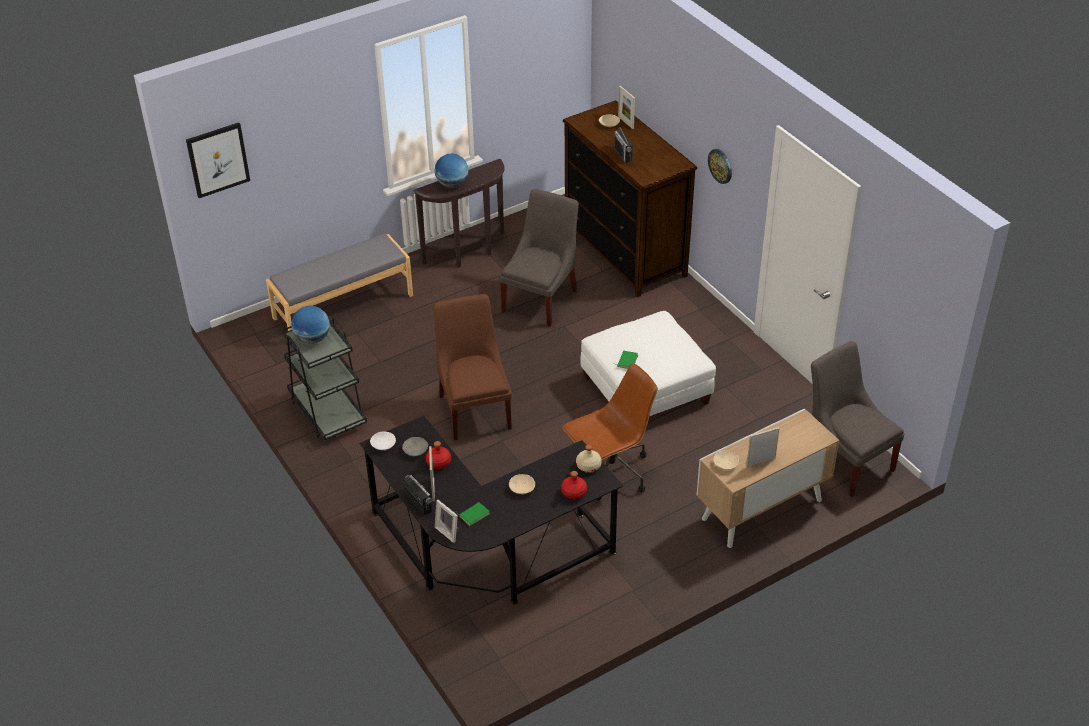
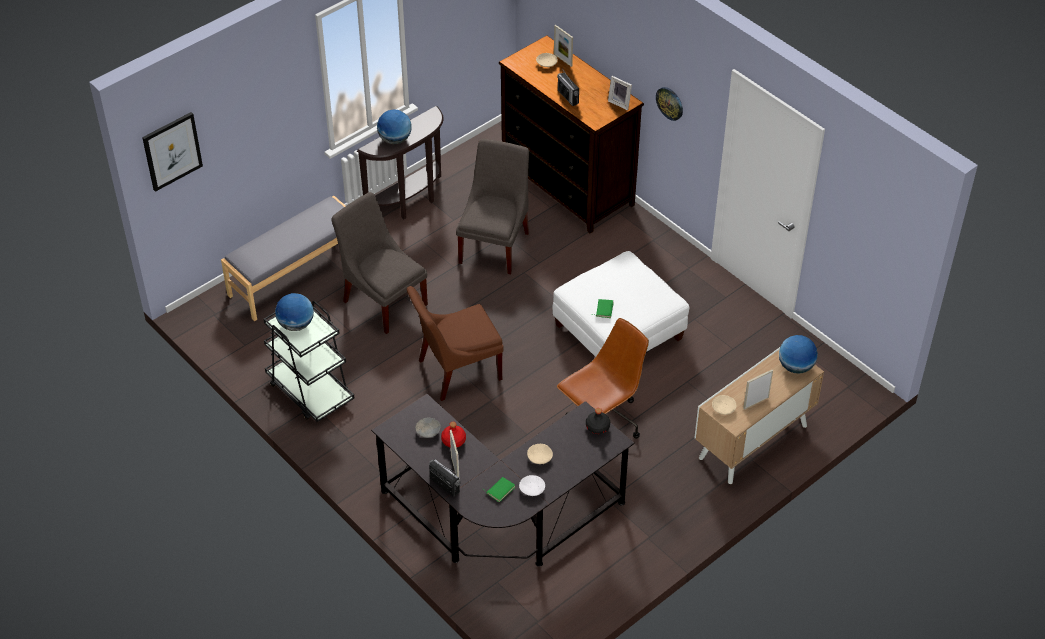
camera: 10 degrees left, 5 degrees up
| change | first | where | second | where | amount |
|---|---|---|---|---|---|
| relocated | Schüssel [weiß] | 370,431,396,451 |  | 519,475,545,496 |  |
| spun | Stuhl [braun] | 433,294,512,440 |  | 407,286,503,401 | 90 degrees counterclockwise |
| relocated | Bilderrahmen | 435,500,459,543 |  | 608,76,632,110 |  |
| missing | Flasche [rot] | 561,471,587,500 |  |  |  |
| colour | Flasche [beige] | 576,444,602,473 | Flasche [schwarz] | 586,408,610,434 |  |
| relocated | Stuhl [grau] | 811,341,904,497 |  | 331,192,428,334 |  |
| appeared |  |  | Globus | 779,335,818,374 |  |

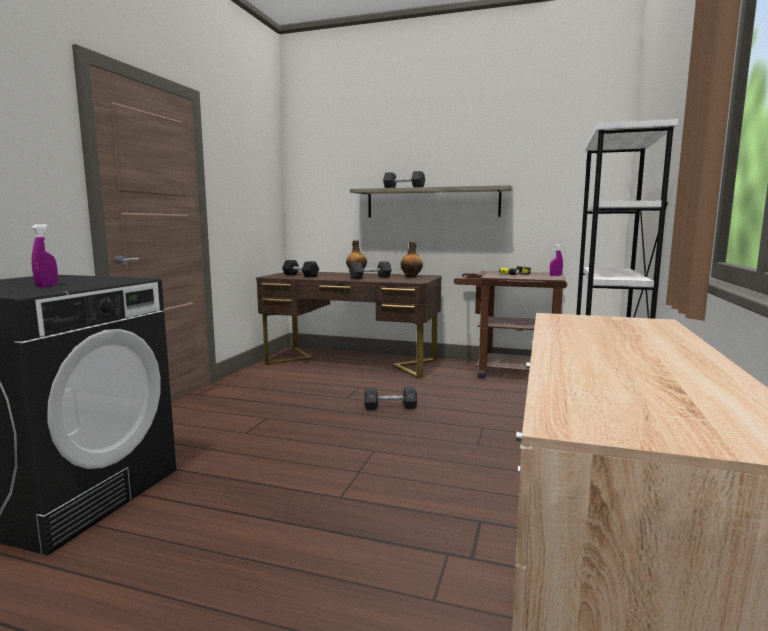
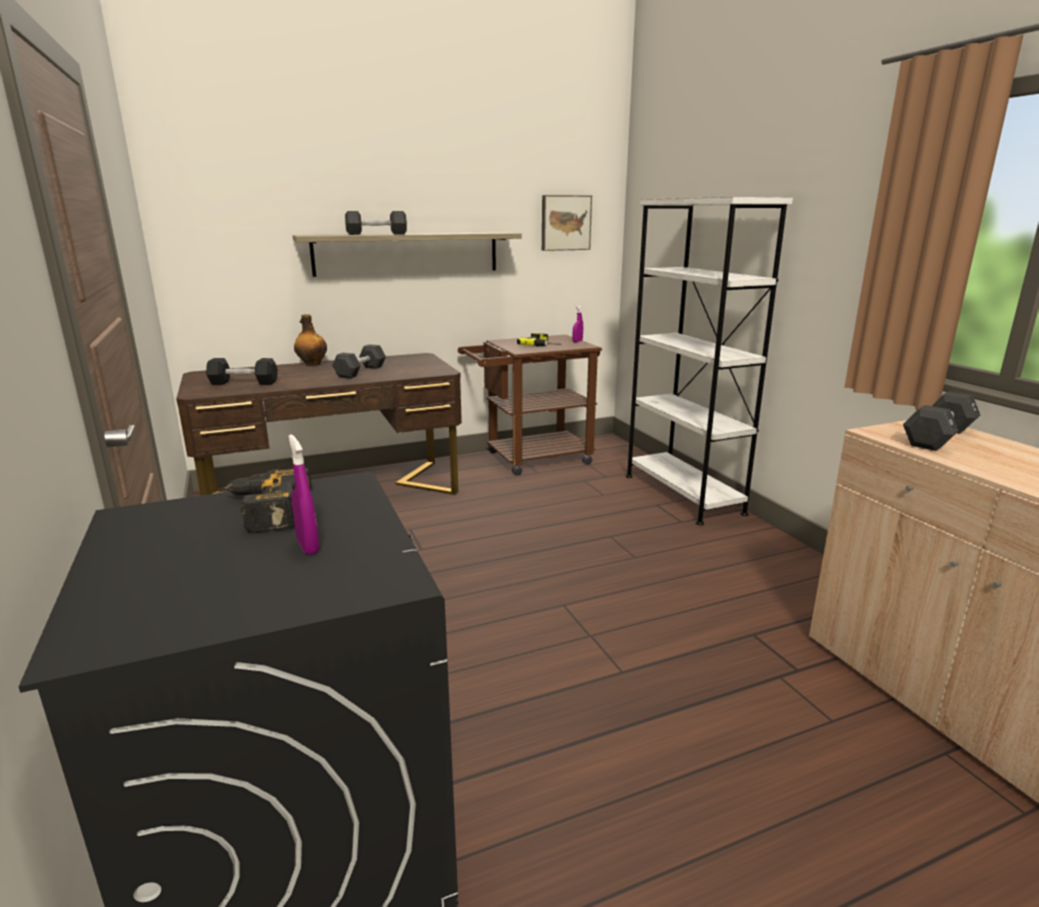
camera: 40 degrees left, 10 degrees up
| change | first | where | second | where | amount |
|---|---|---|---|---|---|
| relocated | Hantel [schwarz] | 364,387,417,410 |  | 903,391,980,451 |  |
| missing | Flasche | 400,241,423,278 |  |  |  |
| appeared |  |  | Bohrmaschine | 222,468,311,533 |  |
| appeared |  |  | Bild | 542,195,592,251 |  |

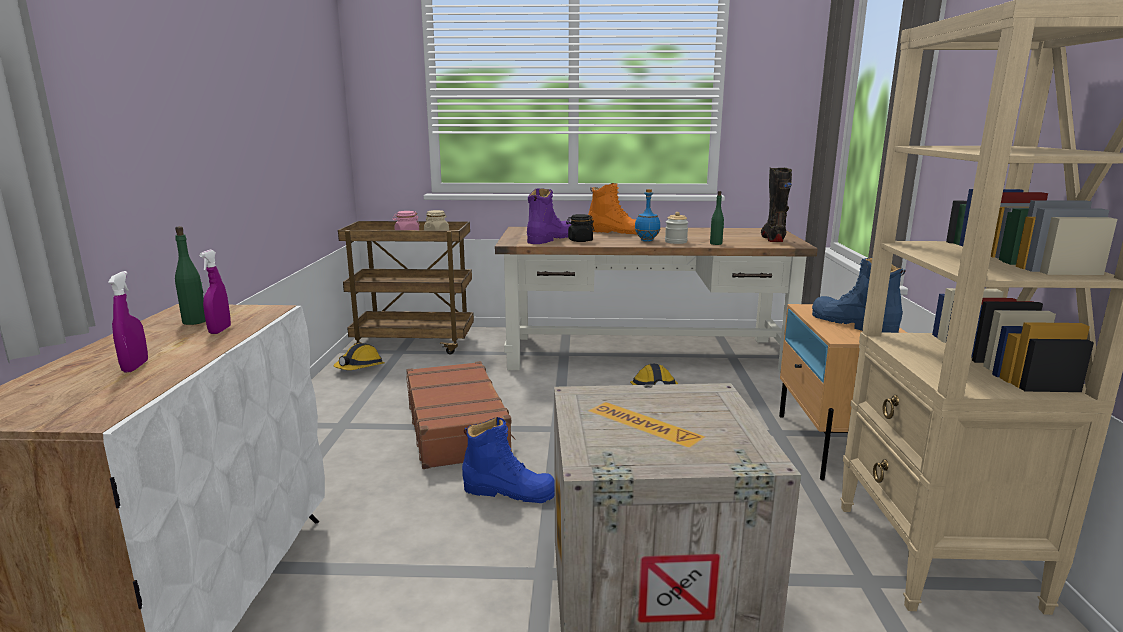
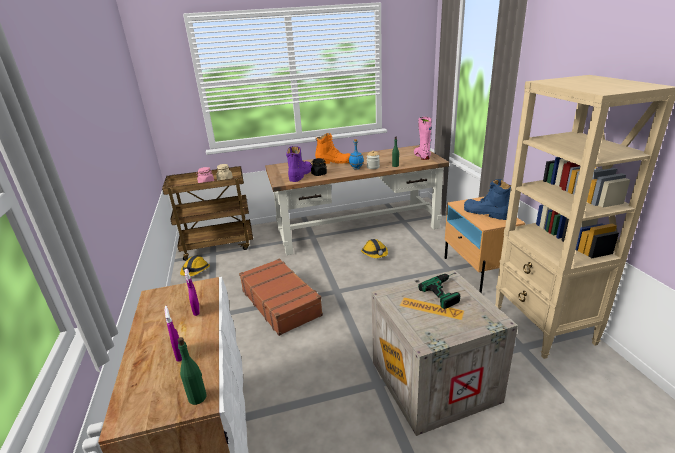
camera: 15 degrees left, 10 degrees up
| change | first | where | second | where | amount |
|---|---|---|---|---|---|
| relocated | Flasche [grün] | 175,226,206,325 |  | 177,337,207,405 |  |
| missing | Stiefel [blau] | 462,417,555,503 |  |  |  |
| colour | Stiefel [schwarz] | 761,168,792,242 | Stiefel [rosa] | 414,117,432,160 |  |
| appeared |  |  | Bohrmaschine | 418,273,460,309 |  |

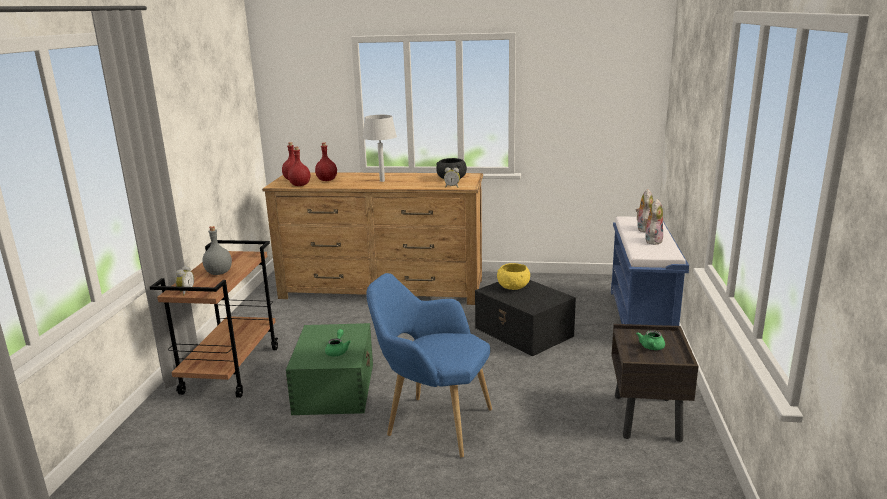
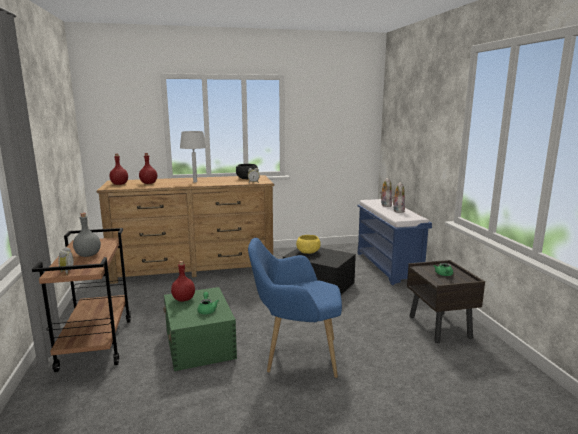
camera: 20 degrees left, 5 degrees down
| change | first | where | second | where | amount |
|---|---|---|---|---|---|
| relocated | Flasche [rot] | 288,147,310,186 |  | 171,261,195,302 |  |

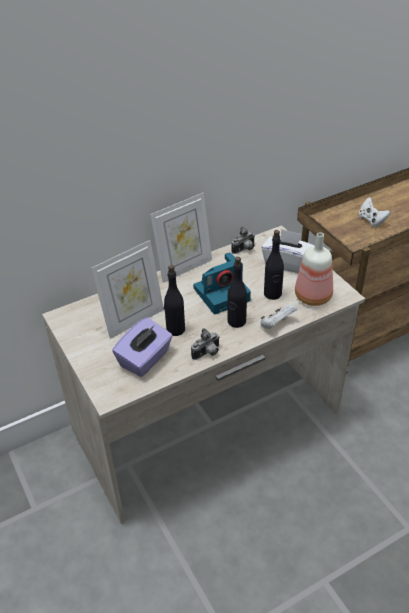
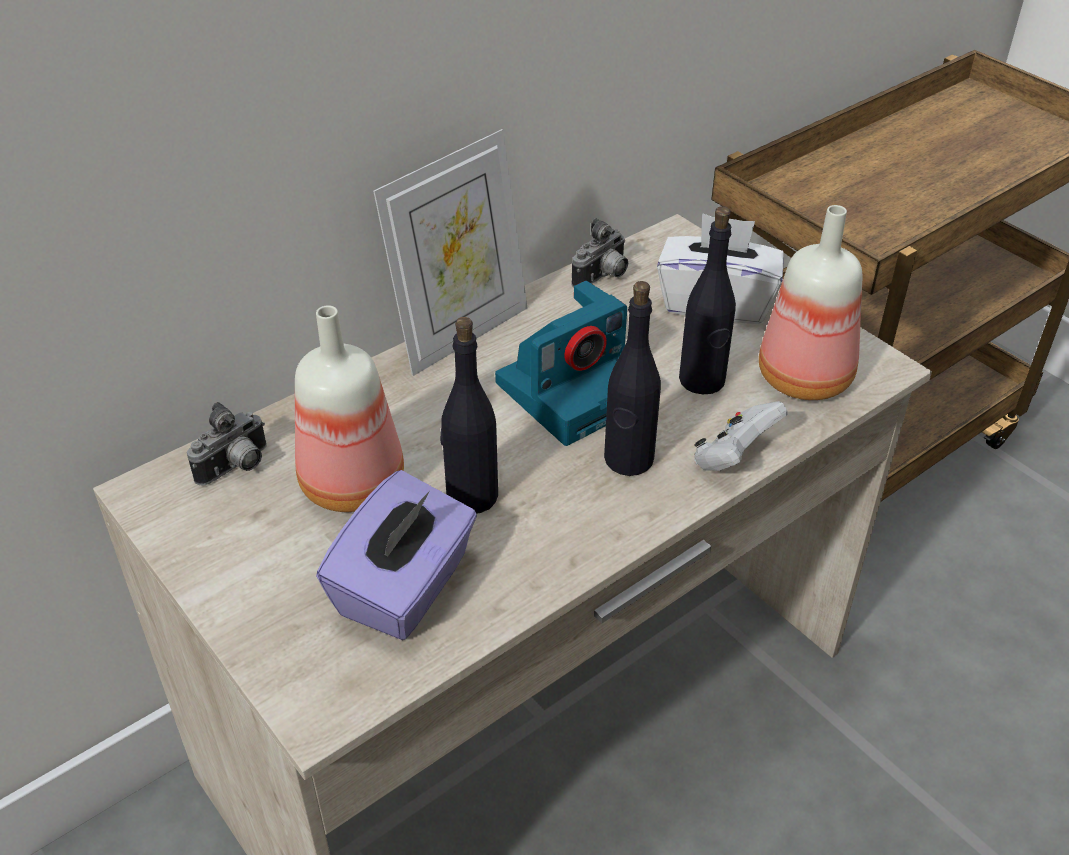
camera: 10 degrees left, 0 degrees up
| change | first | where | second | where | amount |
|---|---|---|---|---|---|
| exchanged | Bilderrahmen | 91,240,164,339 | Flasche | 295,305,404,512 |  |
| relocated | Kamera | 191,328,220,360 |  | 187,402,267,485 |  |
| missing | Gamepad [weiß] | 358,197,391,227 |  |  |  |

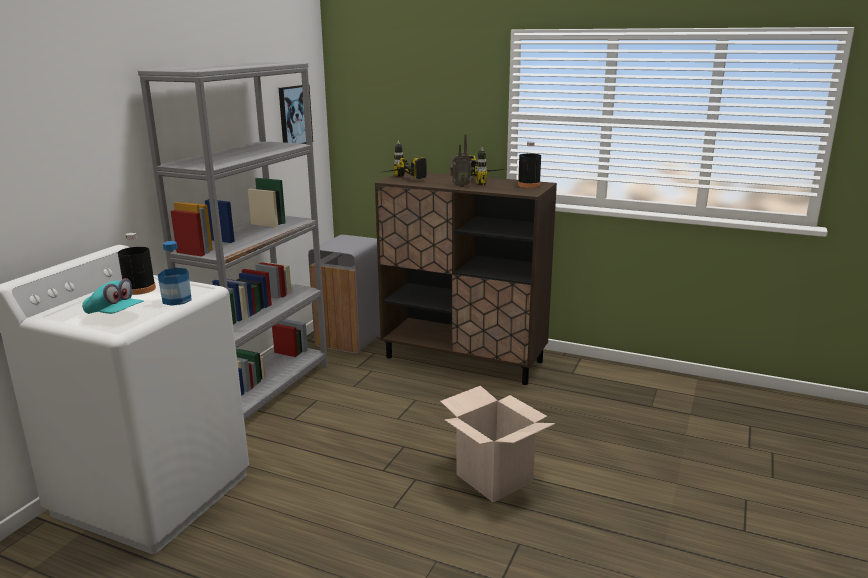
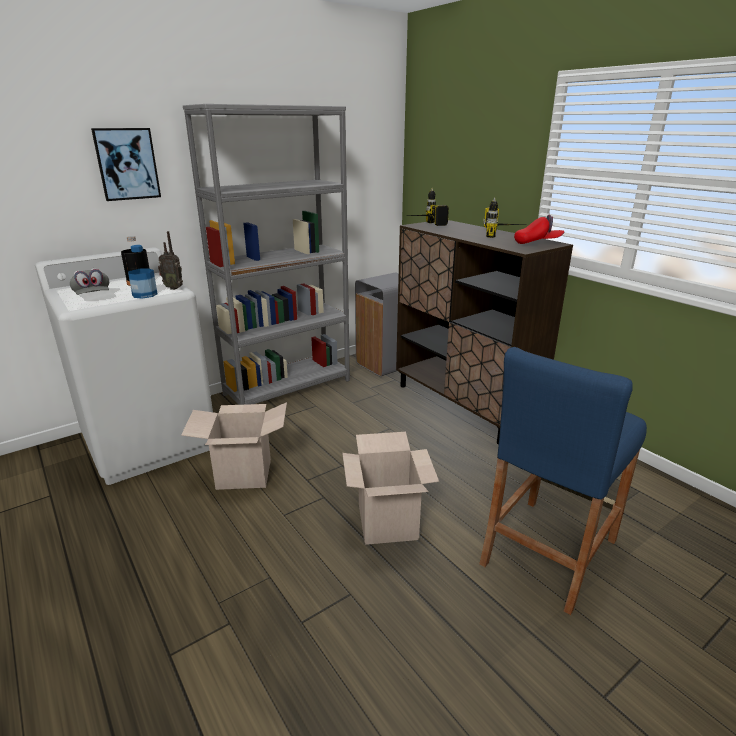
camera: 30 degrees right, 5 degrees up
| change | first | where | second | where | amount |
|---|---|---|---|---|---|
| colour | Kappe [türkis] | 82,278,144,314 | Kappe [grau] | 70,269,109,295 |  |
| relocated | Bild | 279,85,313,144 |  | 91,128,161,201 |  |
| relocated | Radio | 450,134,472,187 |  | 158,231,183,290 |  |
| exchanged | Flasche [schwarz] | 518,142,541,188 | Kappe [rot] | 514,215,564,244 |  |
| appeared |  |  | Karton | 181,402,287,490 |  |
| appeared |  |  | Hocker [blau] | 479,347,647,615 |  |

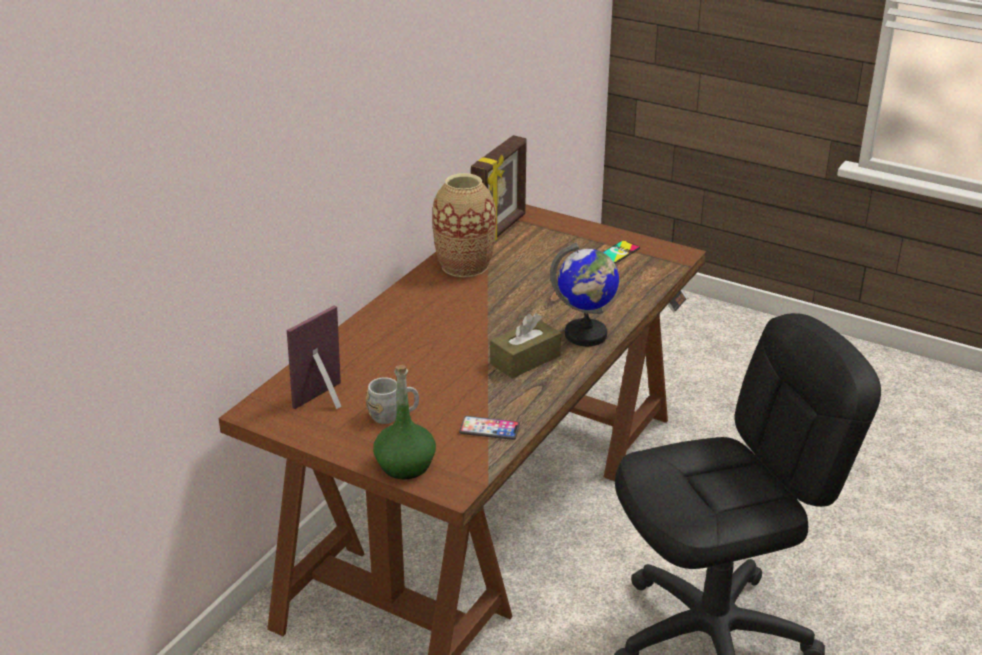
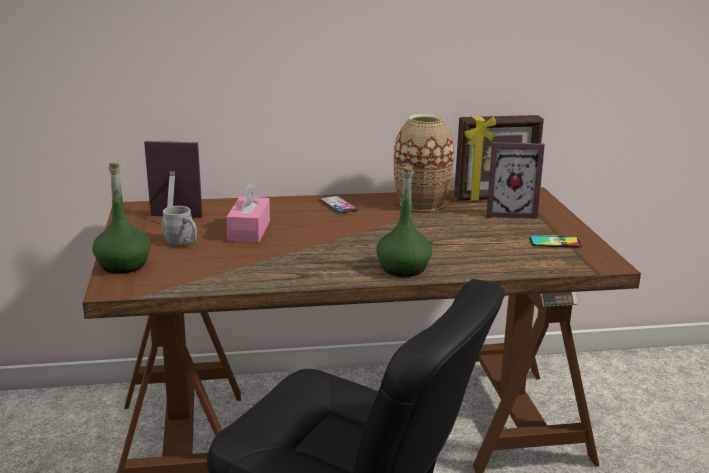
camera: 50 degrees right, 10 degrees down
| change | first | where | second | where | amount |
|---|---|---|---|---|---|
| relocated | Handy | 459,416,520,440 |  | 319,196,358,214 |  |
| missing | Taschentuchbox [braun] | 490,313,561,378 |  |  |  |
| exchanged | Globus | 550,243,619,346 | Flasche [grün] | 376,166,432,277 |  |
| appeared |  |  | Taschentuchbox [rosa] | 226,183,270,243 |  |
| appeared |  |  | Bilderrahmen | 486,142,545,219 |  |

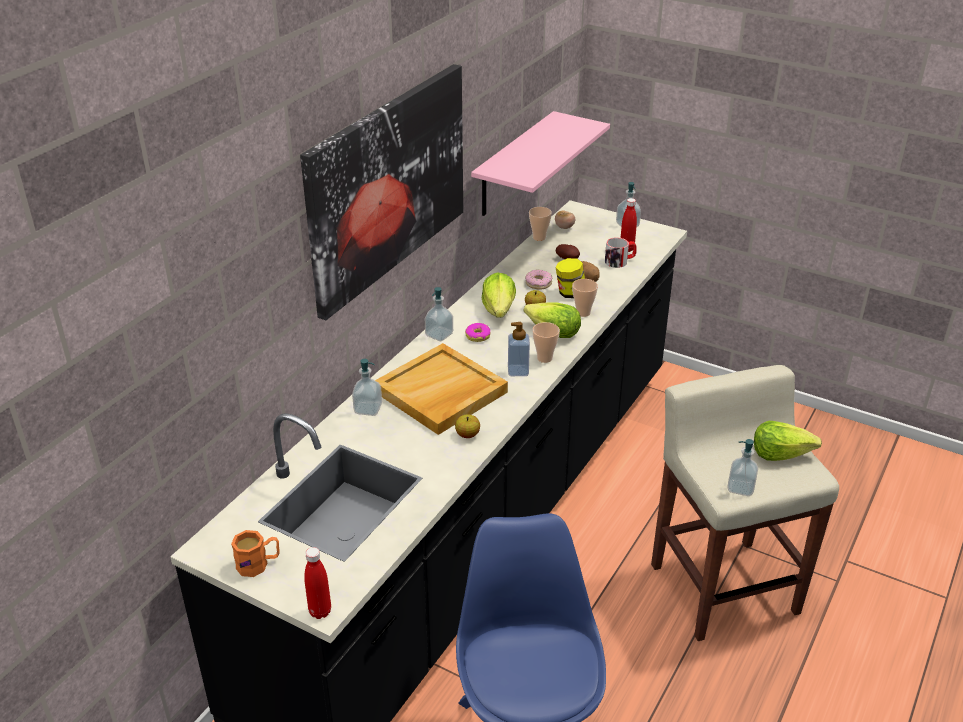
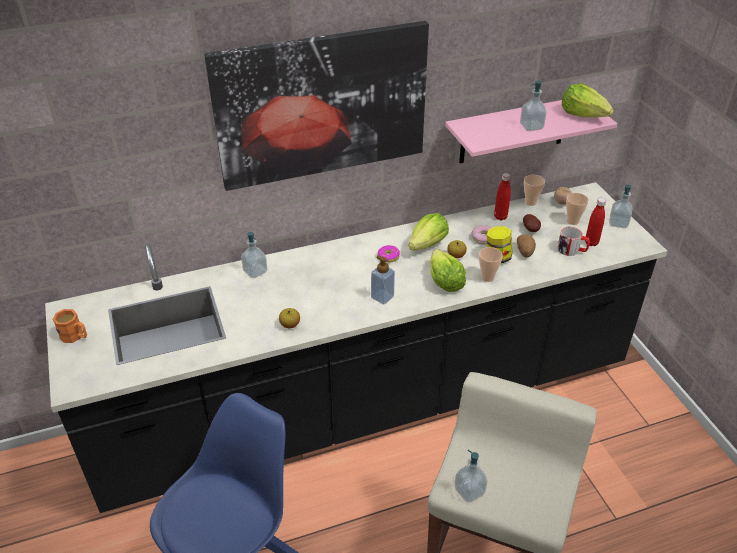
camera: 40 degrees right, 5 degrees up
| change | first | where | second | where | amount |
|---|---|---|---|---|---|
| relocated | Flasche [rot] | 304,547,331,619 |  | 494,173,511,220 |  |
| missing | Tablett [beige] | 375,343,508,435 |  |  |  |
| relocated | Seifenspender | 425,287,453,341 |  | 520,81,546,131 |  |
| relocated | Tasse | 532,322,560,363 |  | 566,193,589,225 |  |
| relocated | Salatkopf | 754,421,822,461 |  | 562,83,614,118 |  |

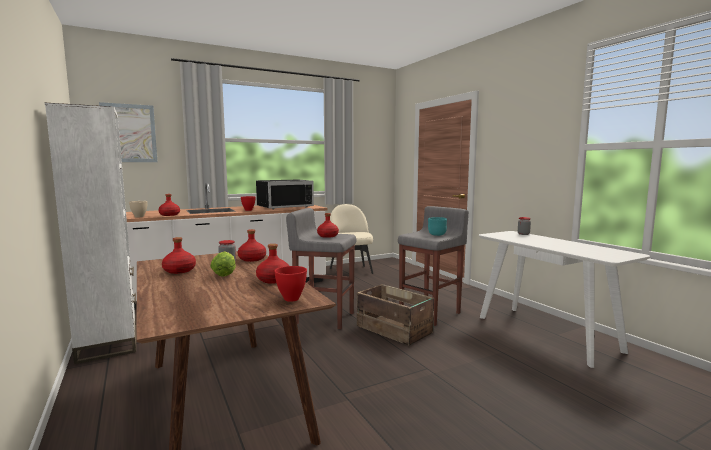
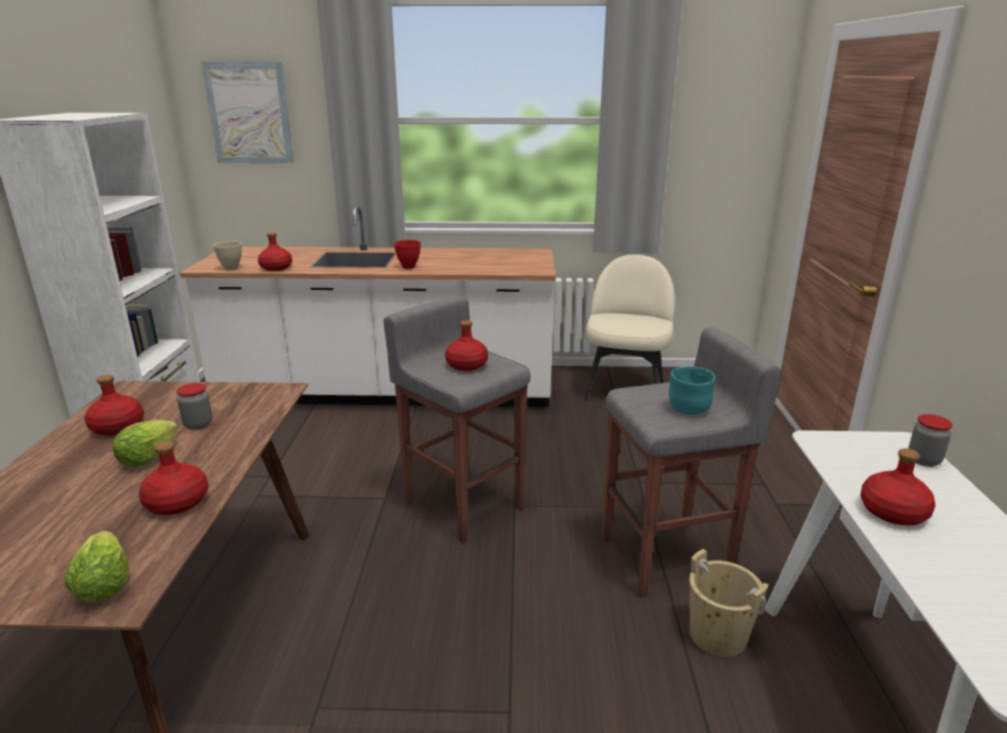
camera: 30 degrees right, 15 degrees up
| change | first | where | second | where | amount |
|---|---|---|---|---|---|
| relocated | Flasche [rot] | 238,229,266,262 |  | 860,448,935,525 |  |
| missing | Mikrowelle [schwarz] | 256,180,314,210 |  |  |  |
| exchanged | Schüssel [rot] | 274,266,307,302 | Salatkopf | 65,531,129,603 |  |
| missing | Kiste | 357,284,434,346 |  |  |  |
| appeared |  |  | Eimer [beige] | 689,549,768,657 |  |

